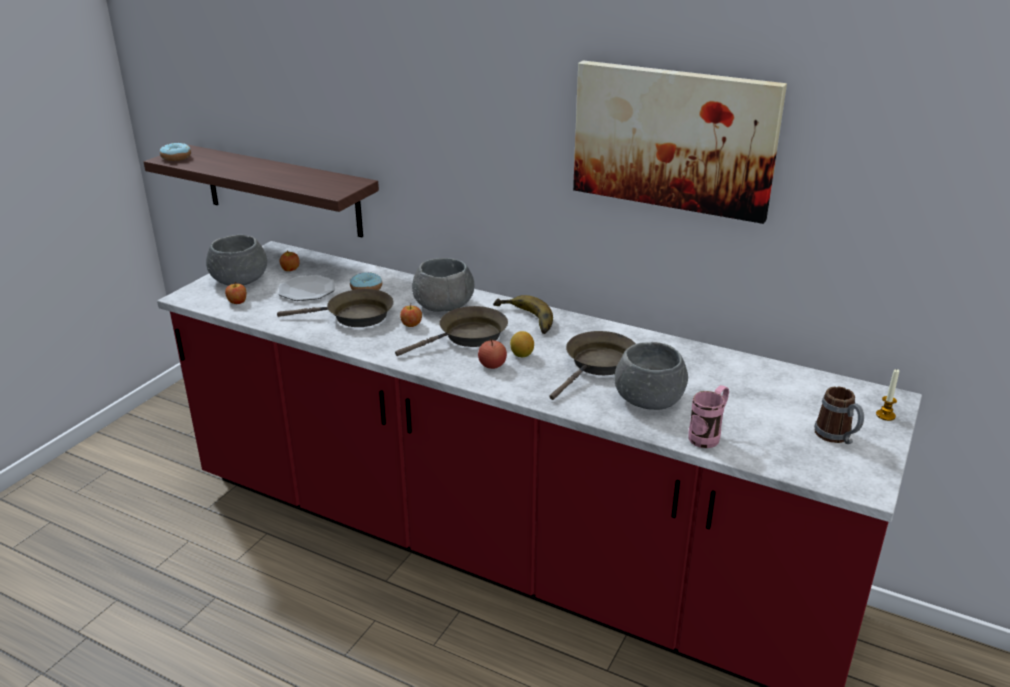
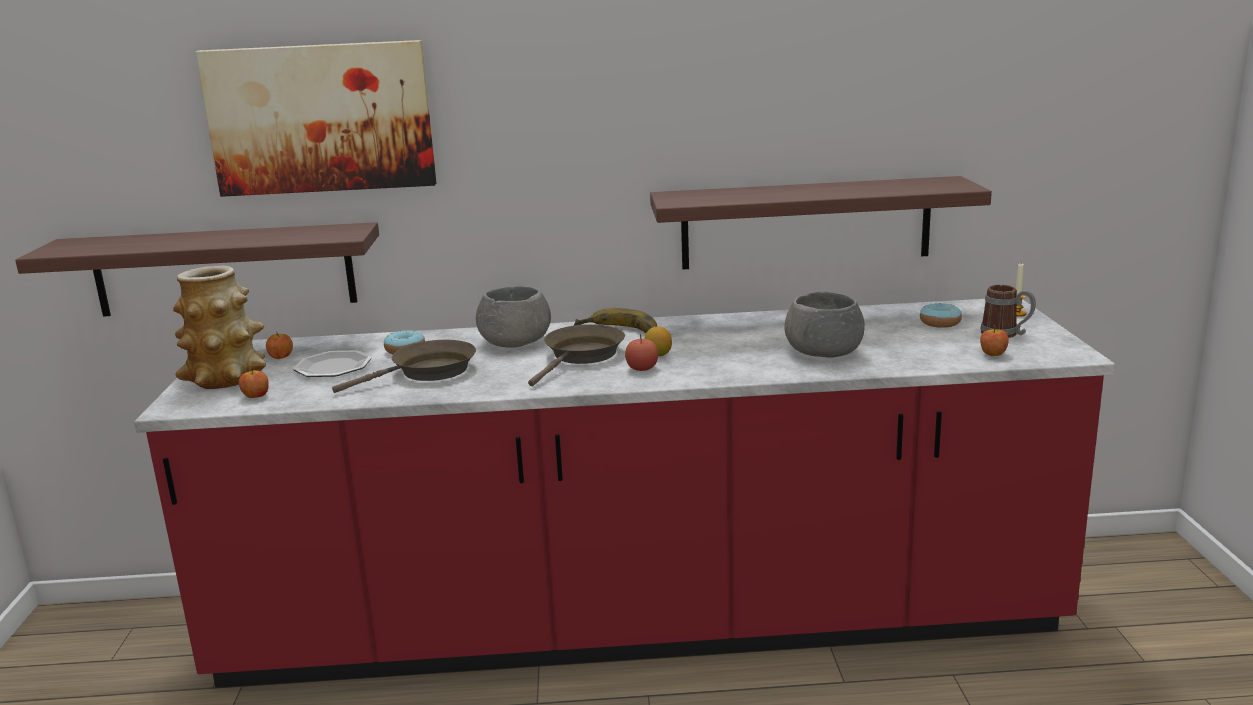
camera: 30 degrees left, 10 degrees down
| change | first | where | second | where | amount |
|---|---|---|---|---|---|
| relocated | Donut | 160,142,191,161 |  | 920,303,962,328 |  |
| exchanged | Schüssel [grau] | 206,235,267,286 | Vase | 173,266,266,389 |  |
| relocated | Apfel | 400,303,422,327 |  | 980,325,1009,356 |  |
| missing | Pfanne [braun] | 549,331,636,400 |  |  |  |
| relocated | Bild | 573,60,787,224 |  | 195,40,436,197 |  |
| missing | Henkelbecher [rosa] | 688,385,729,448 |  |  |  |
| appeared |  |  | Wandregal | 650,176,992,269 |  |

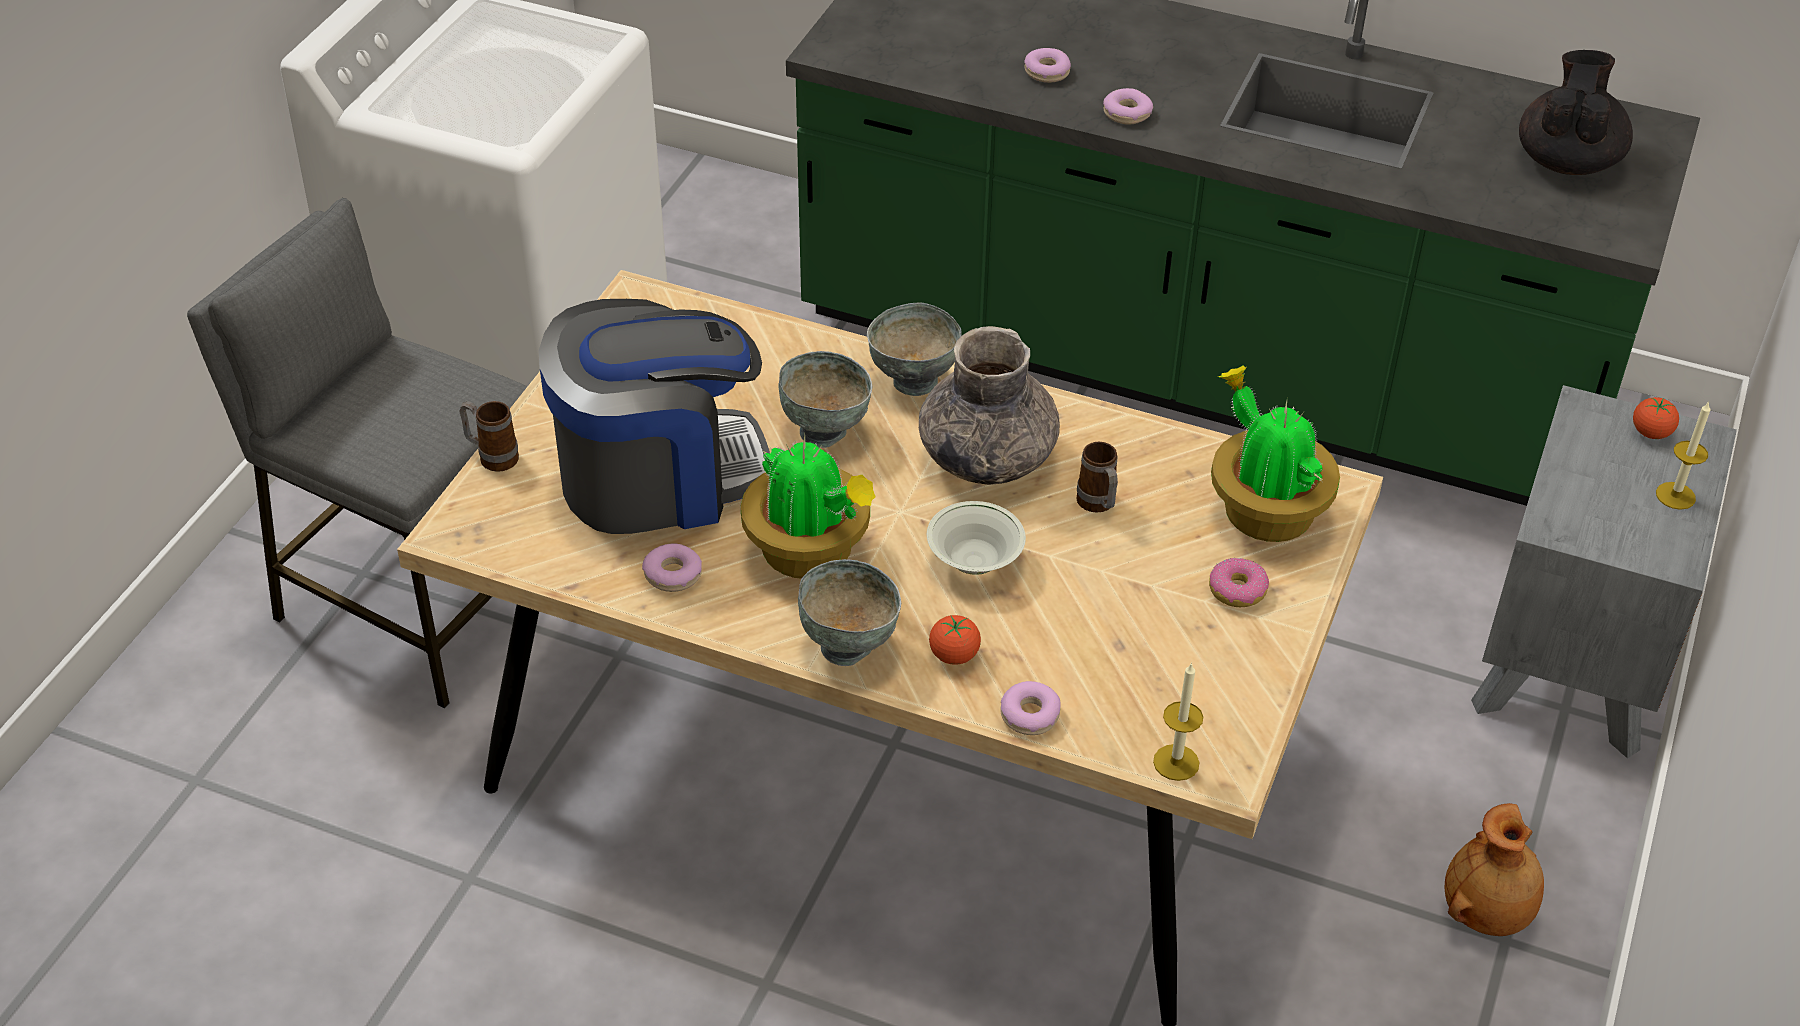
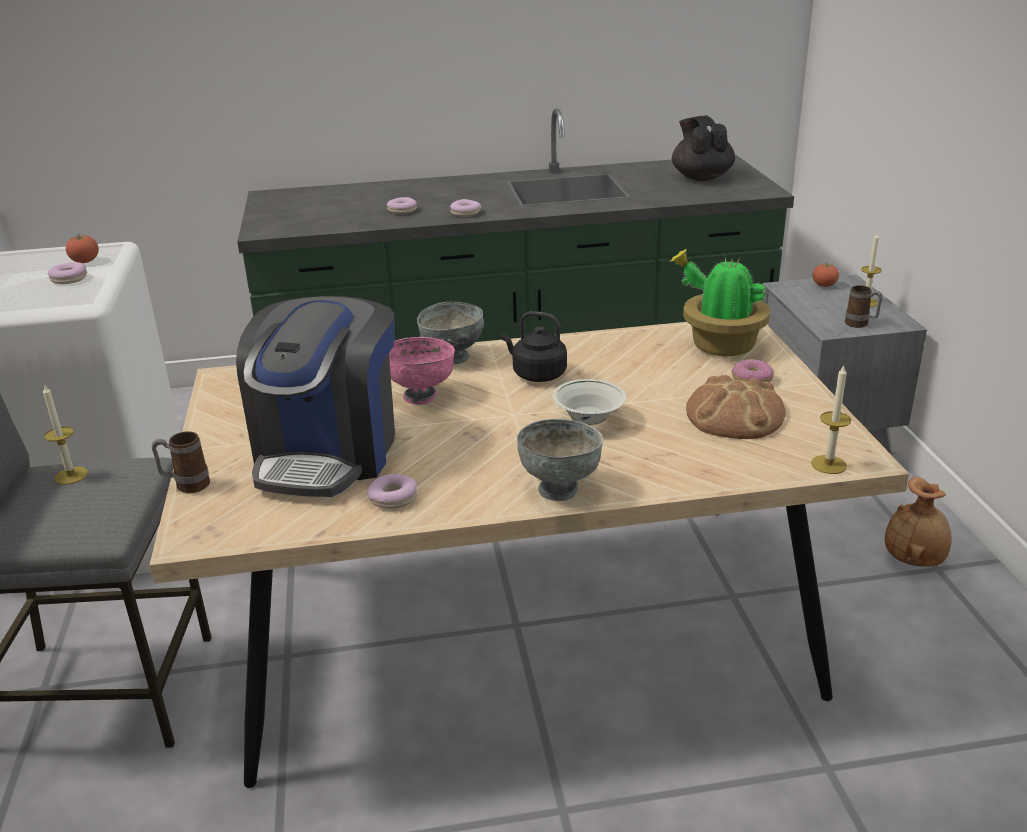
camera: 30 degrees left, 15 degrees down
| change | first | where | second | where | amount |
|---|---|---|---|---|---|
| spun | Kaffeemaschine | 539,299,770,534 |  | 236,296,395,497 | 150 degrees clockwise |
| missing | Topfpflanze | 741,435,876,579 |  |  |  |
| colour | Schüssel [grau] | 778,351,873,448 | Schüssel [rosa] | 389,337,455,405 |  |
| exchanged | Vase [grau] | 919,326,1060,485 | Wasserkessel [schwarz] | 501,311,567,382 |  |
| relocated | Tomate | 929,615,981,665 |  | 66,234,99,263 |  |
| relocated | Donut | 1000,681,1061,735 |  | 48,262,87,284 |  |
| relocated | Henkelbecher | 1076,442,1118,513 |  | 845,285,883,328 |  |
| appeared |  |  | Kerze | 43,384,88,485 |  |
| appeared |  |  | Brot | 686,375,786,439 |  |

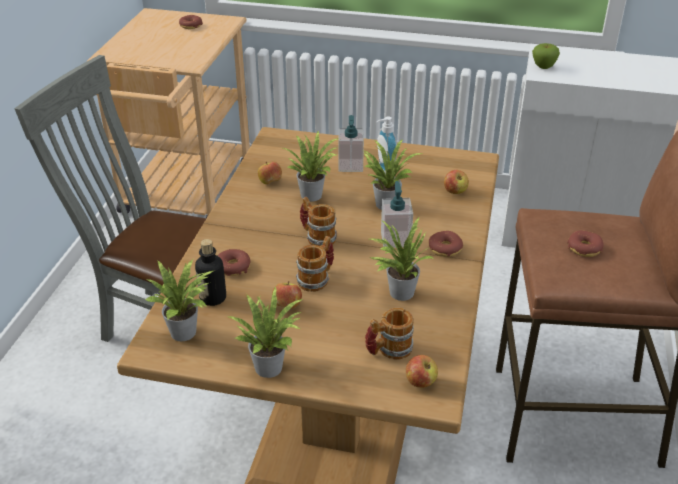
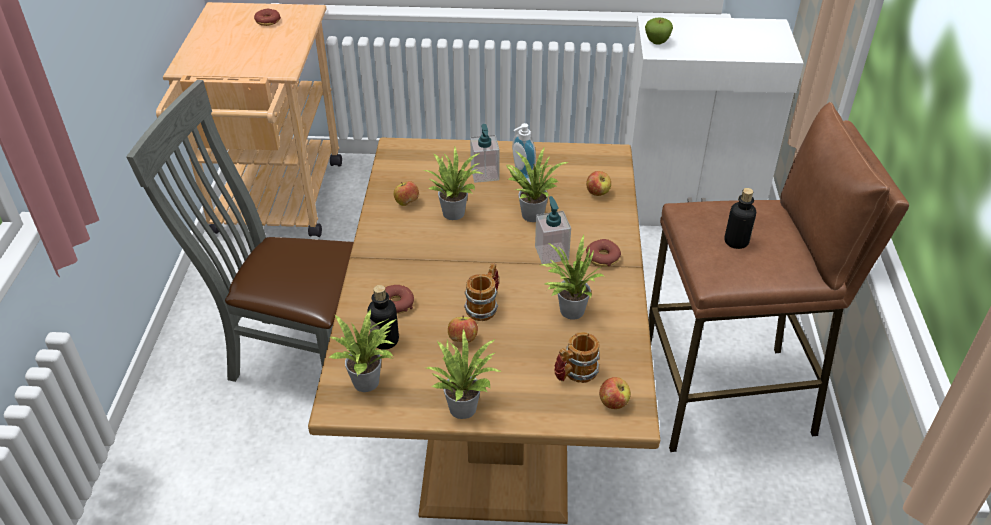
camera: 10 degrees left, 5 degrees up
| change | first | where | second | where | amount |
|---|---|---|---|---|---|
| missing | Henkelbecher | 300,197,337,246 |  |  |  |
| exchanged | Donut | 567,230,604,257 | Flasche | 724,188,756,249 |  |

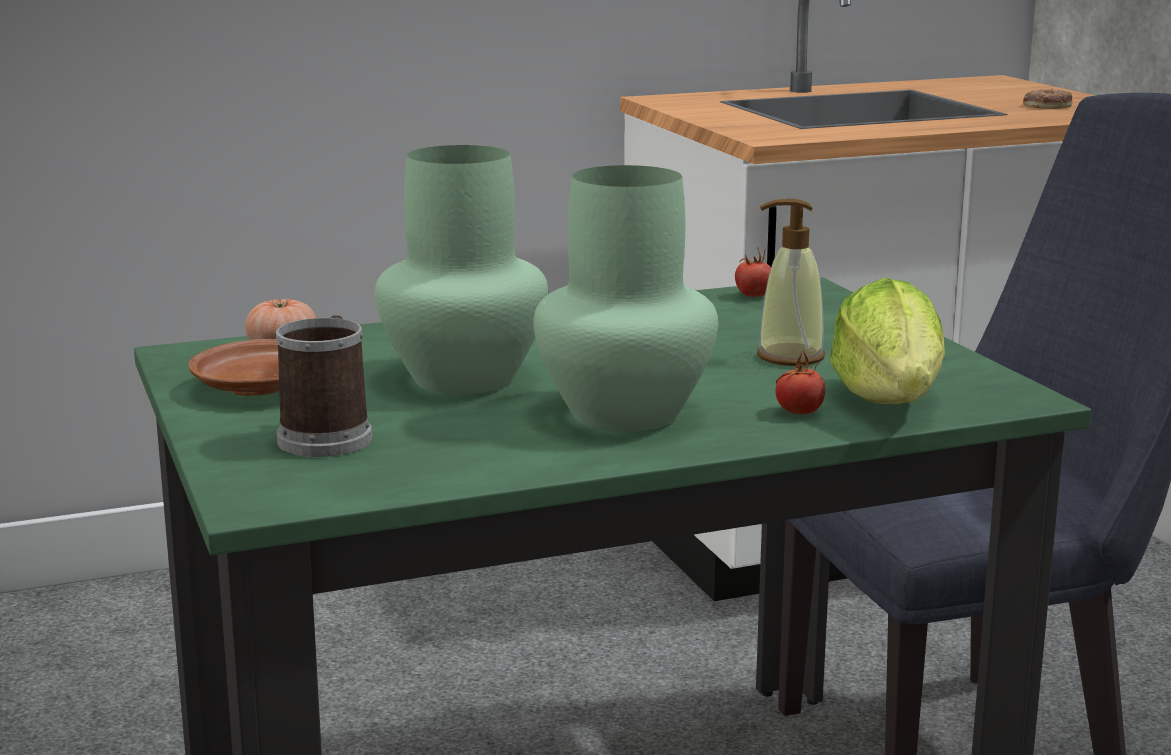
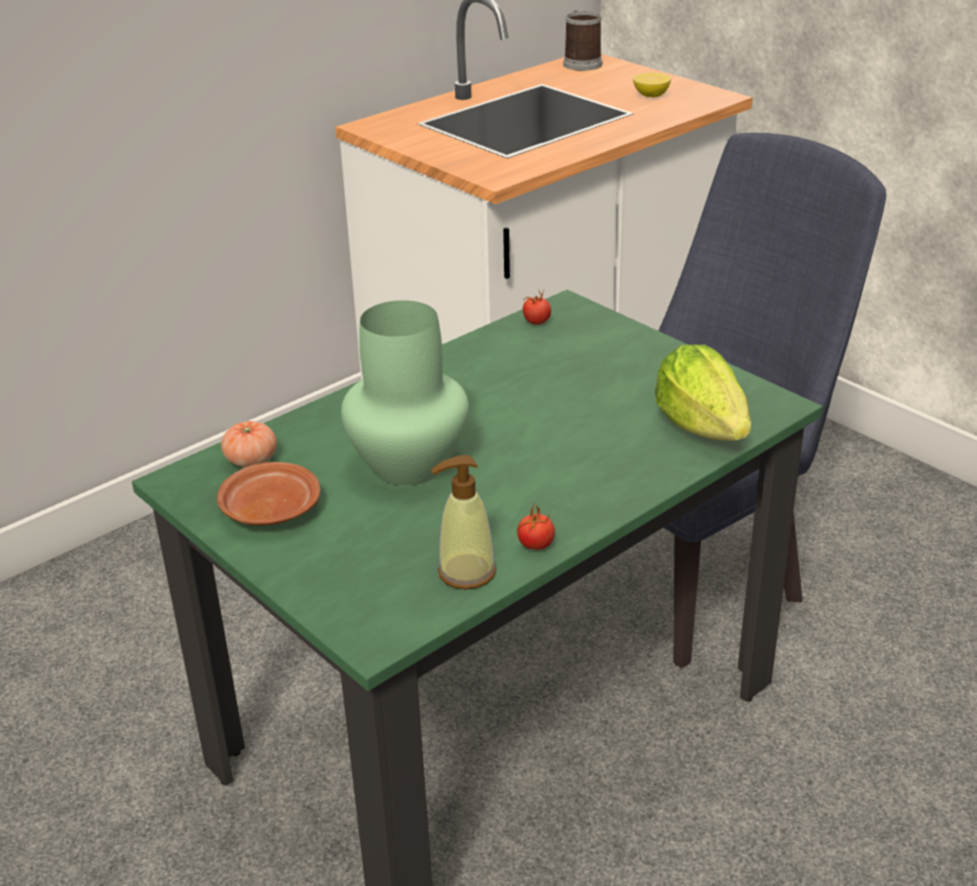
camera: 20 degrees left, 15 degrees up
| change | first | where | second | where | amount |
|---|---|---|---|---|---|
| relocated | Henkelbecher | 276,316,372,457 |  | 563,11,602,71 |  |
| missing | Vase [grün] | 534,165,718,432 |  |  |  |
| relocated | Seifenspender | 757,199,825,366 |  | 431,455,496,590 |  |
| relocated | Tomate | 775,352,825,415 |  | 517,503,555,550 |  |
| exchanged | Donut | 1023,88,1072,109 | Zitrone | 633,73,671,97 |  |

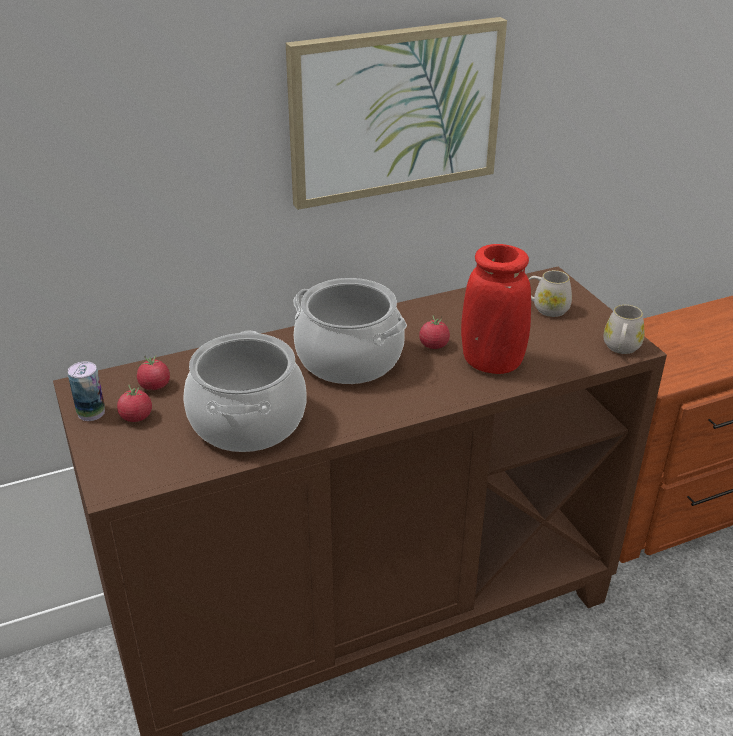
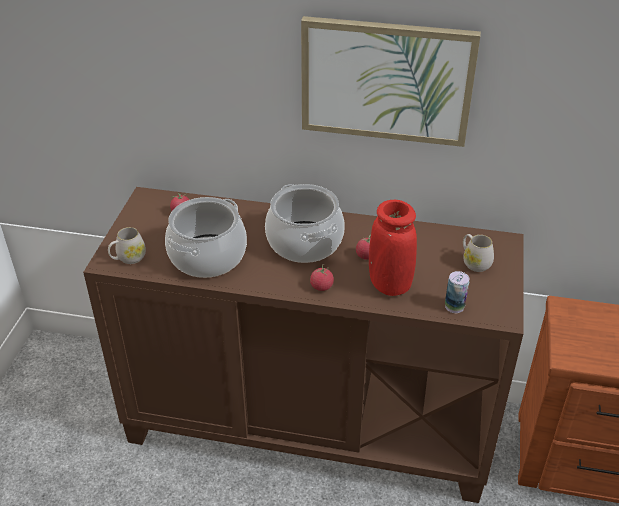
camera: 35 degrees right, 5 degrees up
| change | first | where | second | where | amount |
|---|---|---|---|---|---|
| relocated | Dose | 68,361,105,421 |  | 445,271,469,313 |  |
| relocated | Tomate | 117,385,152,422 |  | 310,264,334,291 |  |
| relocated | Henkelbecher [weiß] | 603,305,645,354 |  | 108,227,146,264 |  |

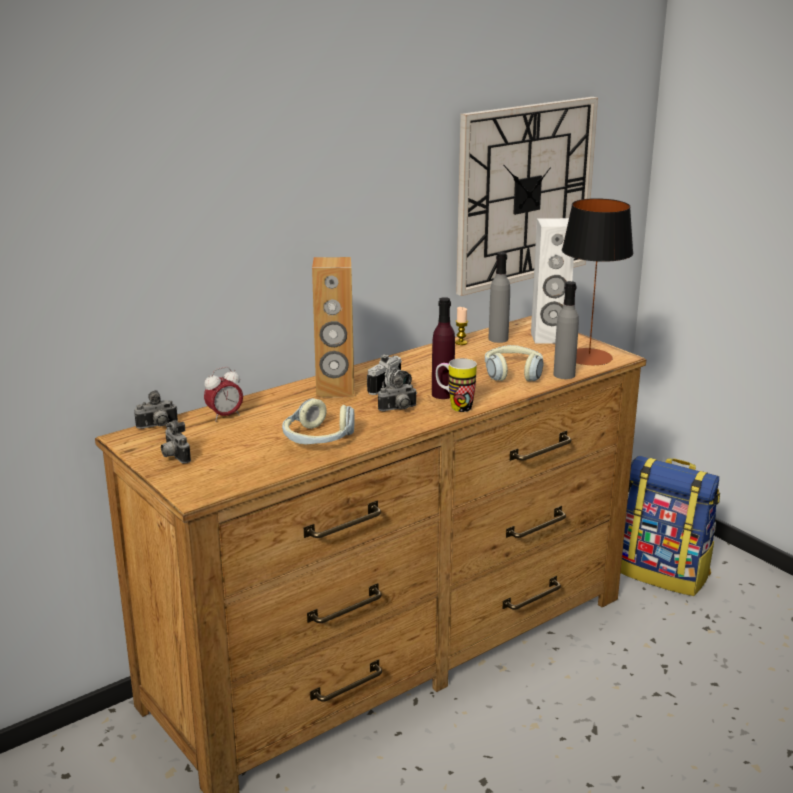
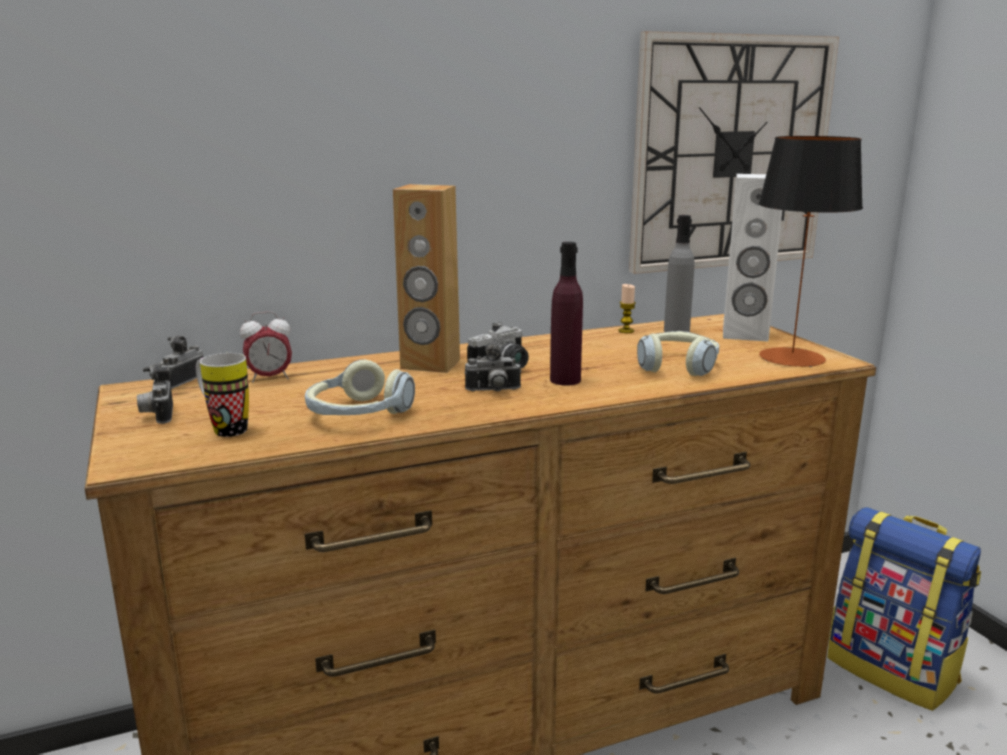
camera: 15 degrees right, 5 degrees down
| change | first | where | second | where | amount |
|---|---|---|---|---|---|
| spun | Kamera | 134,390,178,429 |  | 160,336,204,389 | 120 degrees clockwise |
| relocated | Henkelbecher | 436,358,477,412 |  | 196,353,249,437 |  |
| missing | Flasche [grau] | 554,281,579,379 |  |  |  |

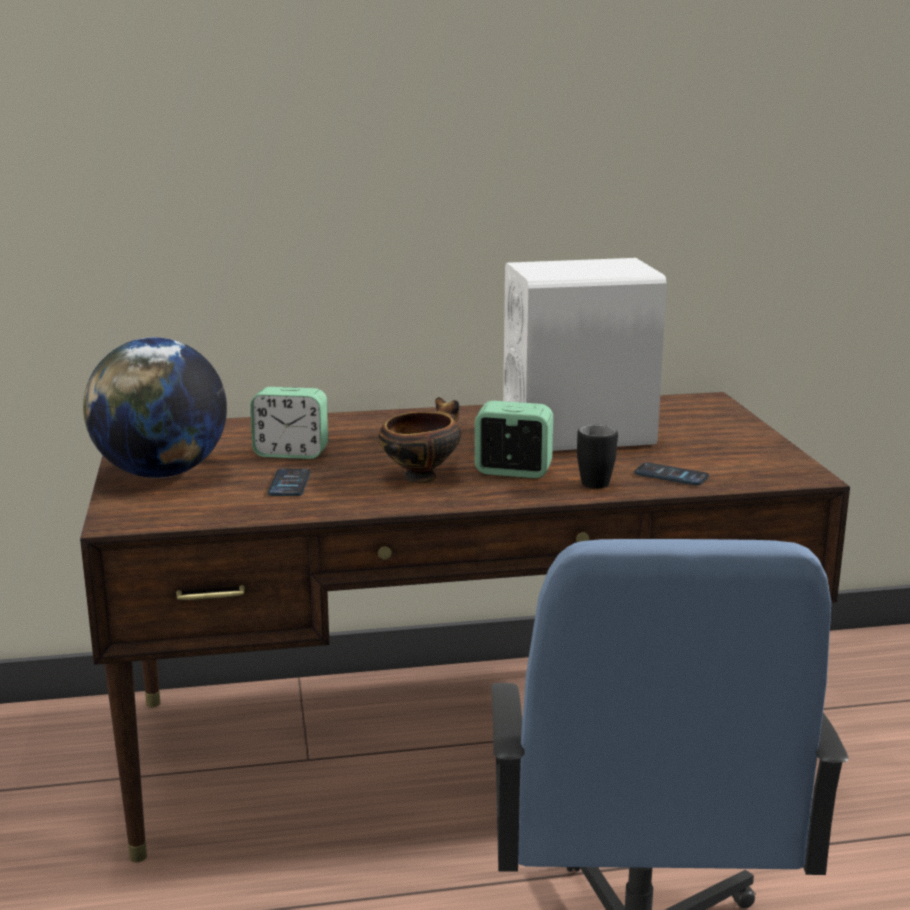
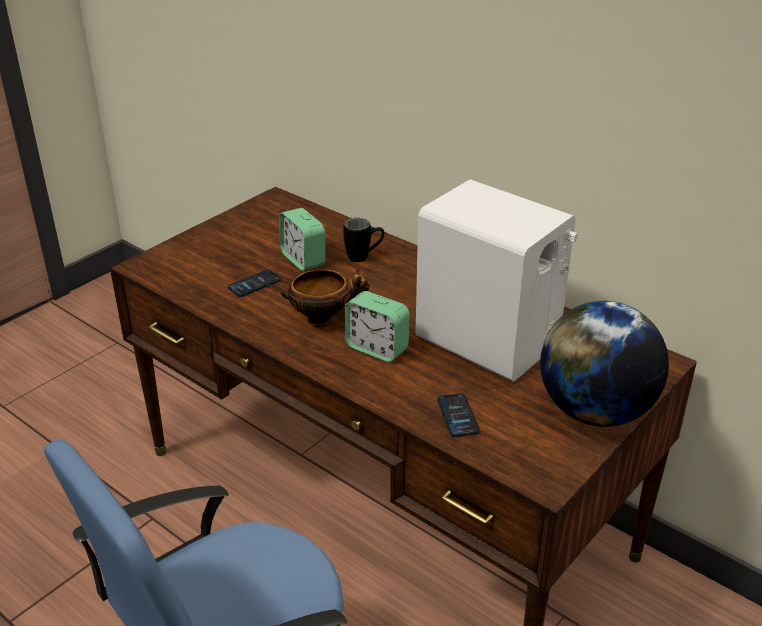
camera: 50 degrees right, 15 degrees up
| change | first | where | second | where | amount |
|---|---|---|---|---|---|
| relocated | Globus | 83,337,227,478 |  | 540,301,669,427 |  |
| spun | Wecker | 475,401,553,478 |  | 345,291,410,362 | 150 degrees clockwise |
| relocated | Henkelbecher [schwarz] | 577,425,618,489 |  | 343,218,384,262 |  |

